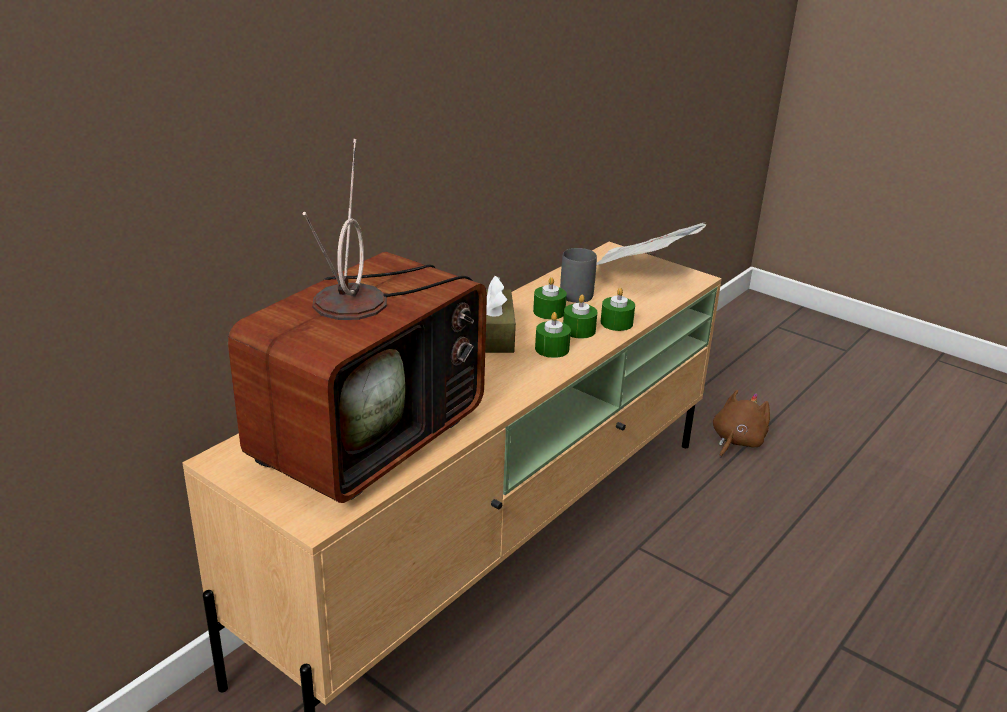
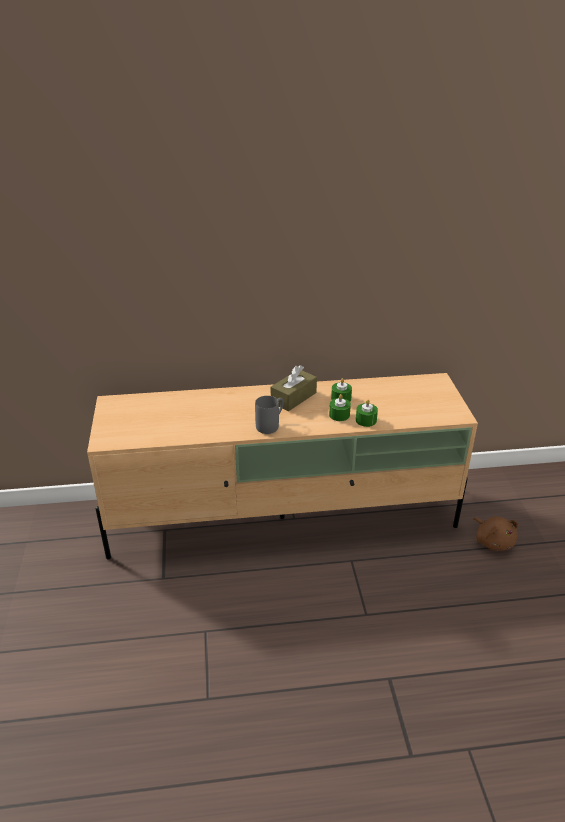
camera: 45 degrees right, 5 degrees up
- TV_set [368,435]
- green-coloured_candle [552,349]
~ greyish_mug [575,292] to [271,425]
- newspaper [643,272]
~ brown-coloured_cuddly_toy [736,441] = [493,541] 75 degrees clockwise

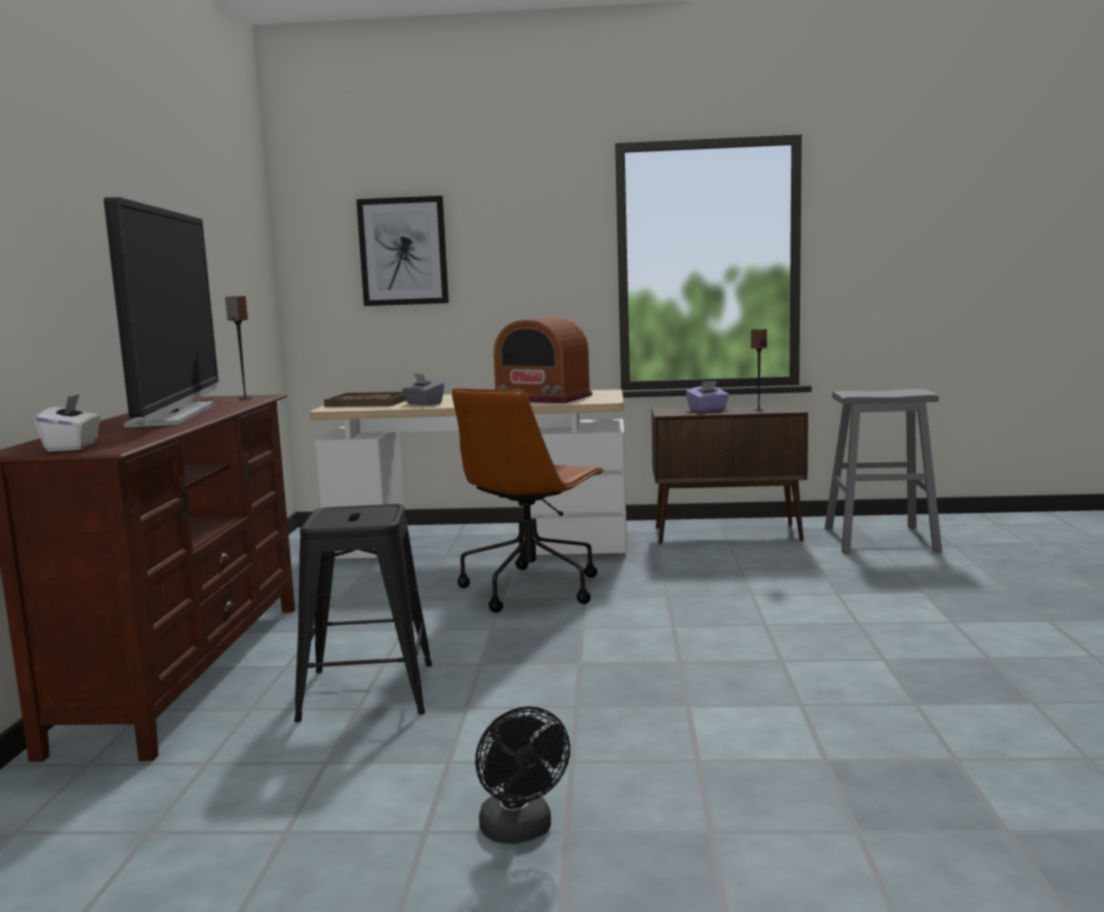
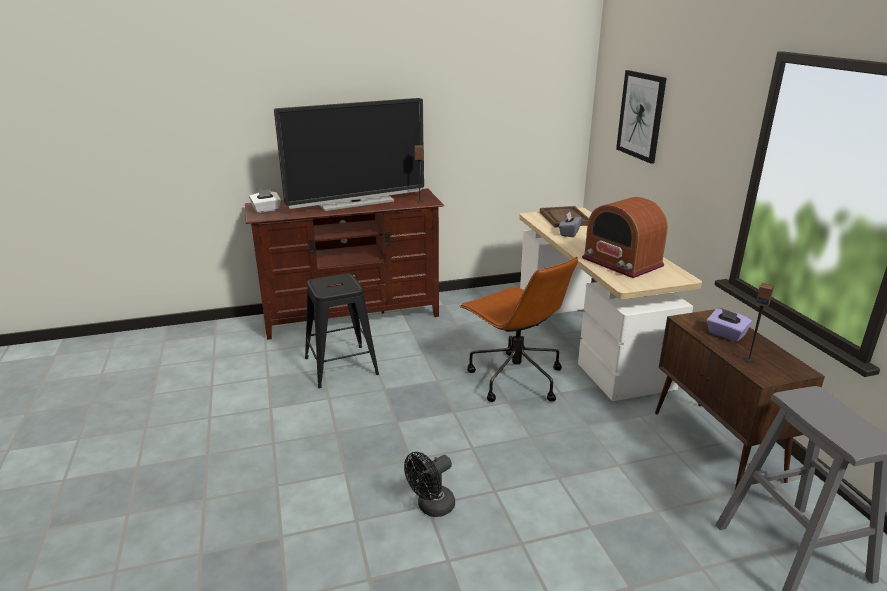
camera: 70 degrees right, 15 degrees up
~ brown-coloured_office_chair [531,588] = [514,378] 135 degrees counterclockwise
~ blackish_electric_fan [520,832] to [431,507]
~ radio_set [542,398] = [622,262] 45 degrees counterclockwise

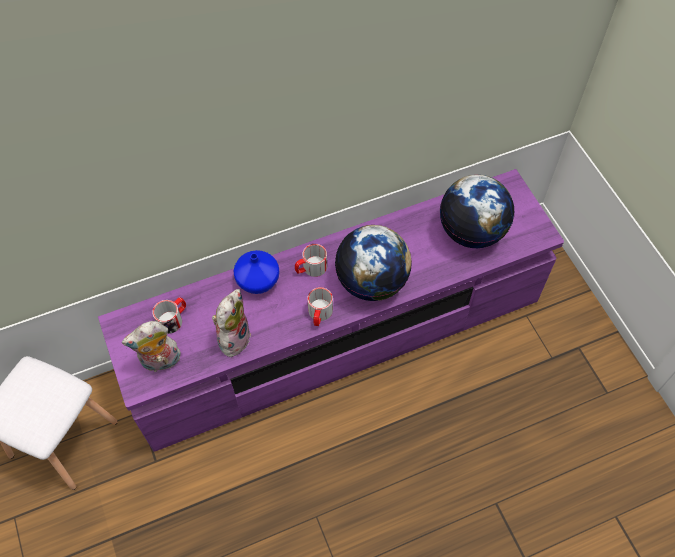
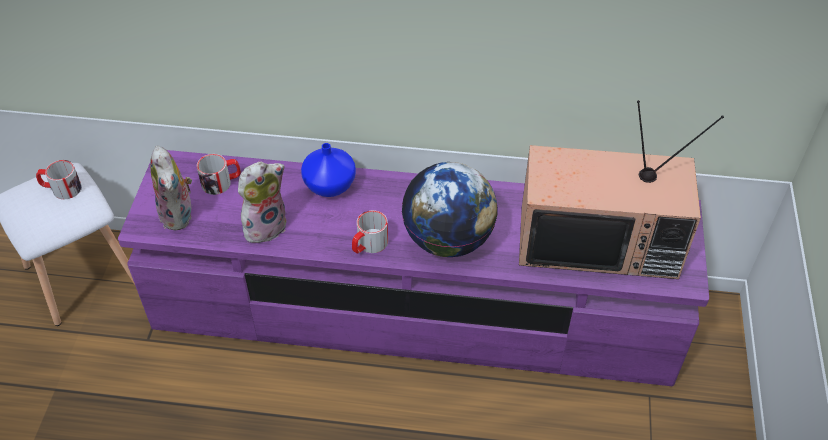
camera: 30 degrees right, 10 degrees down
~ cuddly_toy [160,362] = [179,215] 120 degrees counterclockwise
~ mug [311,268] to [61,188]
~ desk_globe [472,231] to TV_set [600,240]

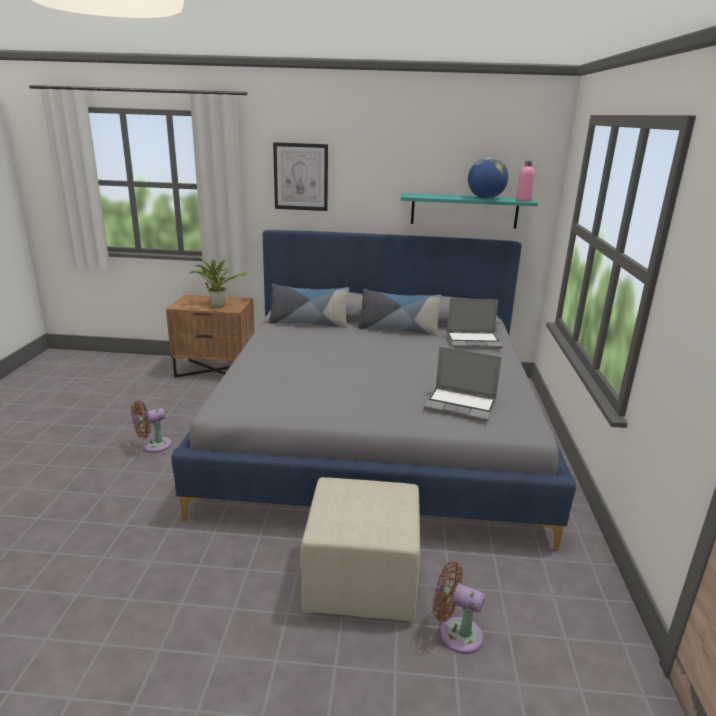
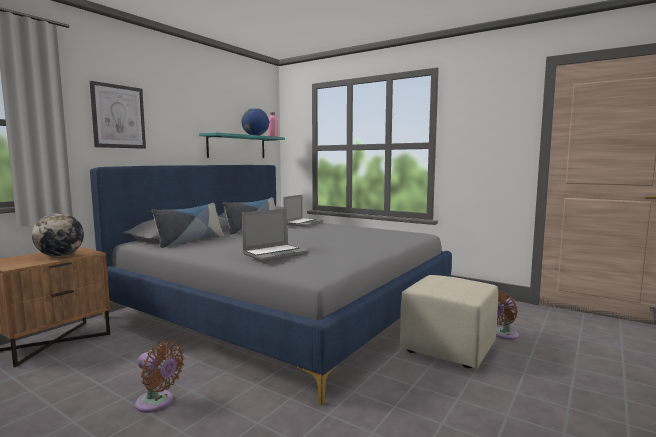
camera: 60 degrees left, 15 degrees down
~ brown-coloured_electric_fan [153,446] = [157,403] 60 degrees counterclockwise
~ houseplant [216,305] to desk_globe [60,256]
~ notebook_computer [461,405] to [275,254]

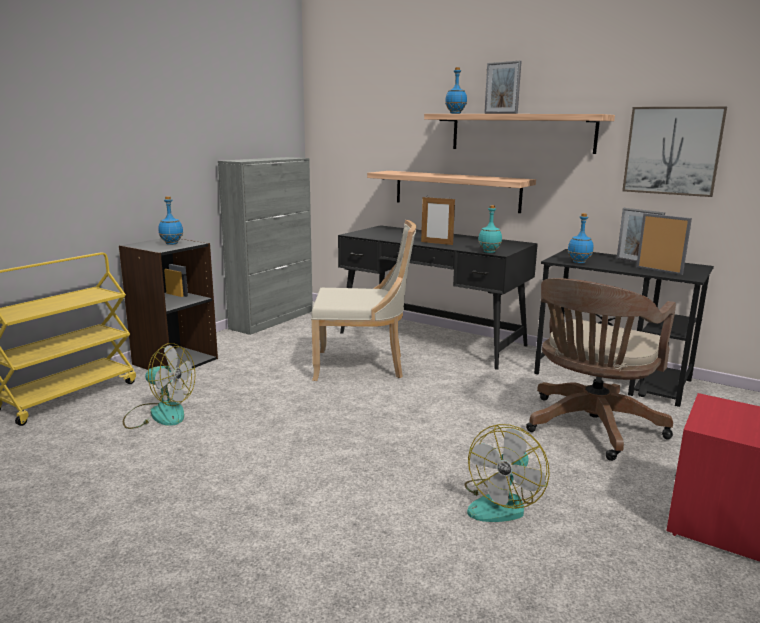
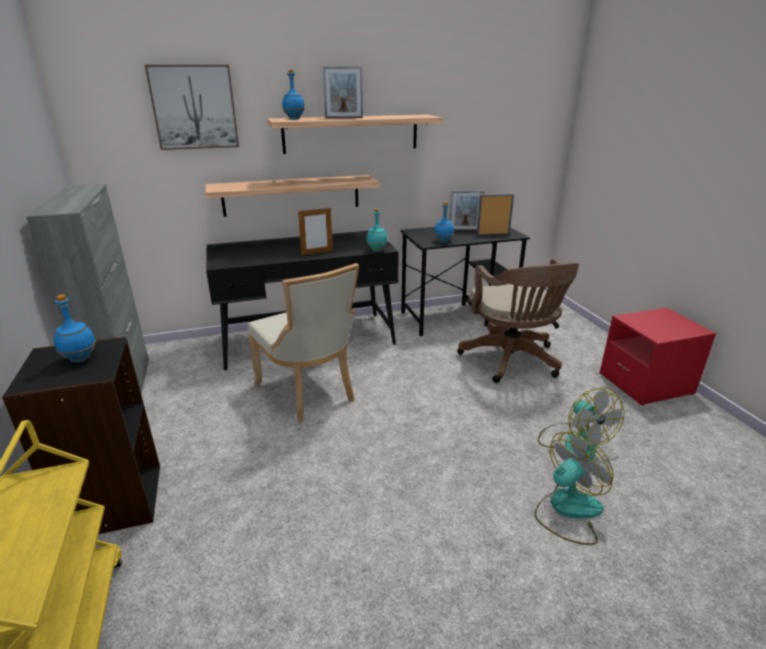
camera: 50 degrees left, 10 degrees up
~ electric_fan [159,414] to [567,510]
~ beige-coloured_plain_chair [363,366] = [309,393] 105 degrees clockwise
~ wall_art [672,151] to [194,107]

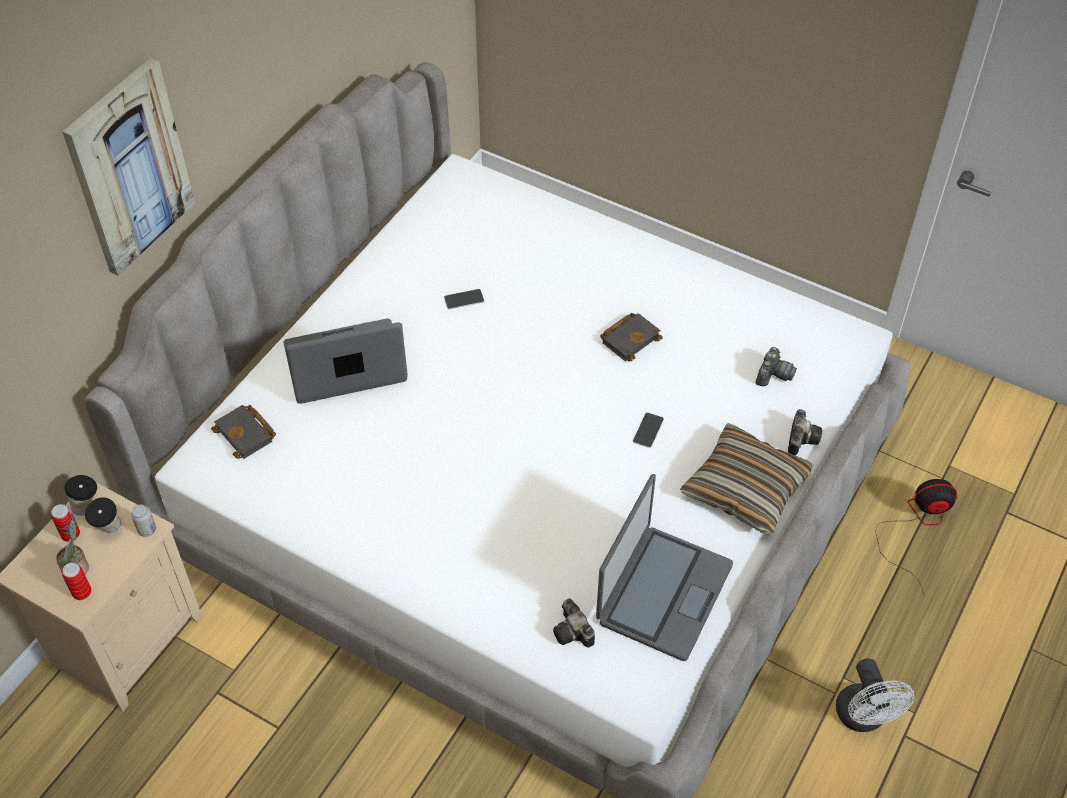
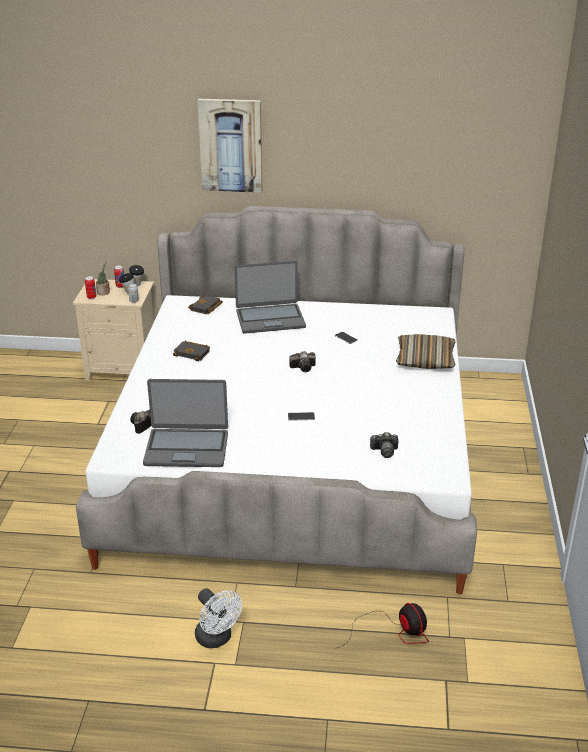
camera: 65 degrees right, 20 degrees down
~ notebook_computer [345,365] = [270,319] 120 degrees clockwise
~ blackish_book [630,338] to [193,353]
~ throw_pillow [745,488] to [425,360]
~ still_camera [801,438] to [304,367]
~ white-coloured_electric_fan [863,718] = [217,639] 90 degrees counterclockwise

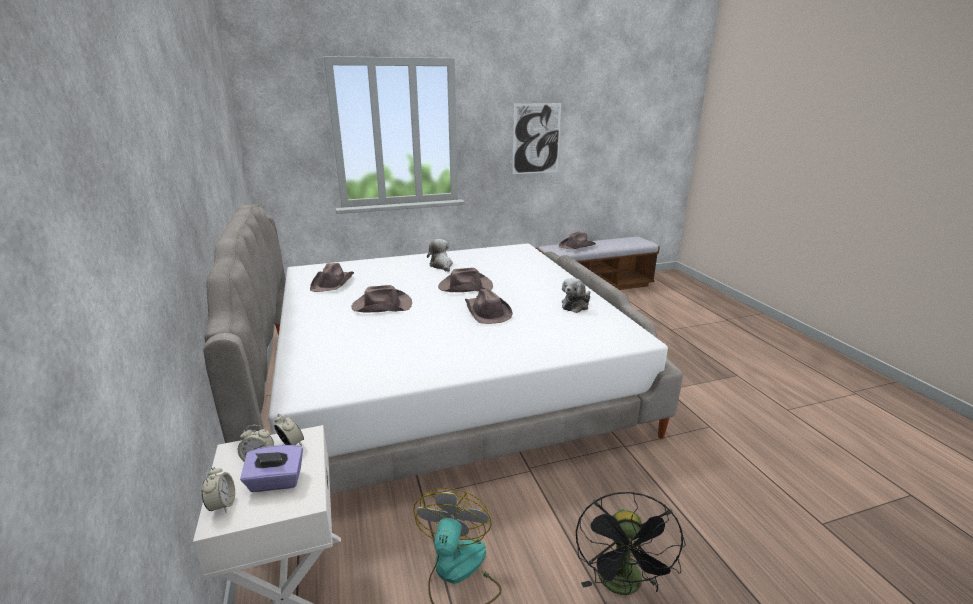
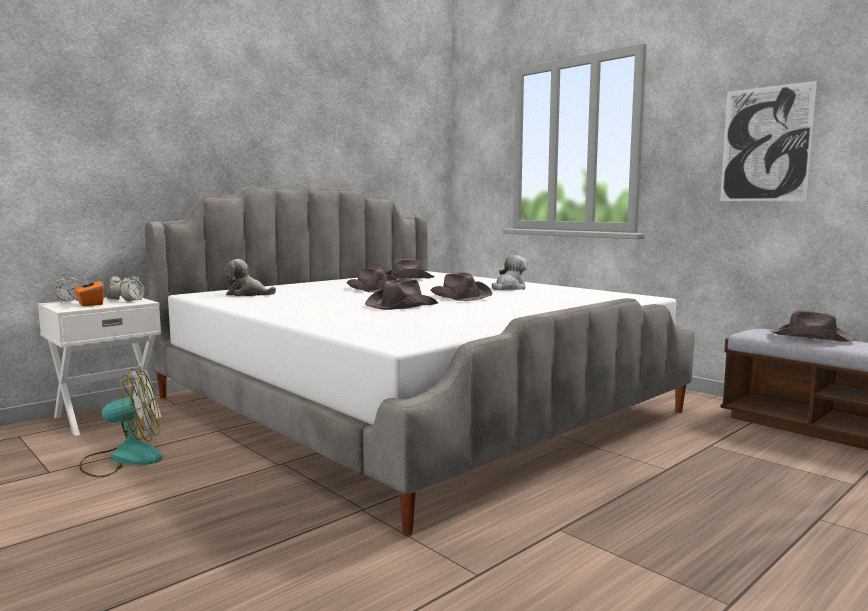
camera: 65 degrees right, 15 degrees down
~ purple-coloured_box_of_tissues [276,481] to orangey_box_of_tissues [90,304]
~ cuddly_toy [576,305] to [247,294]
- blackish_electric_fan [622,586]

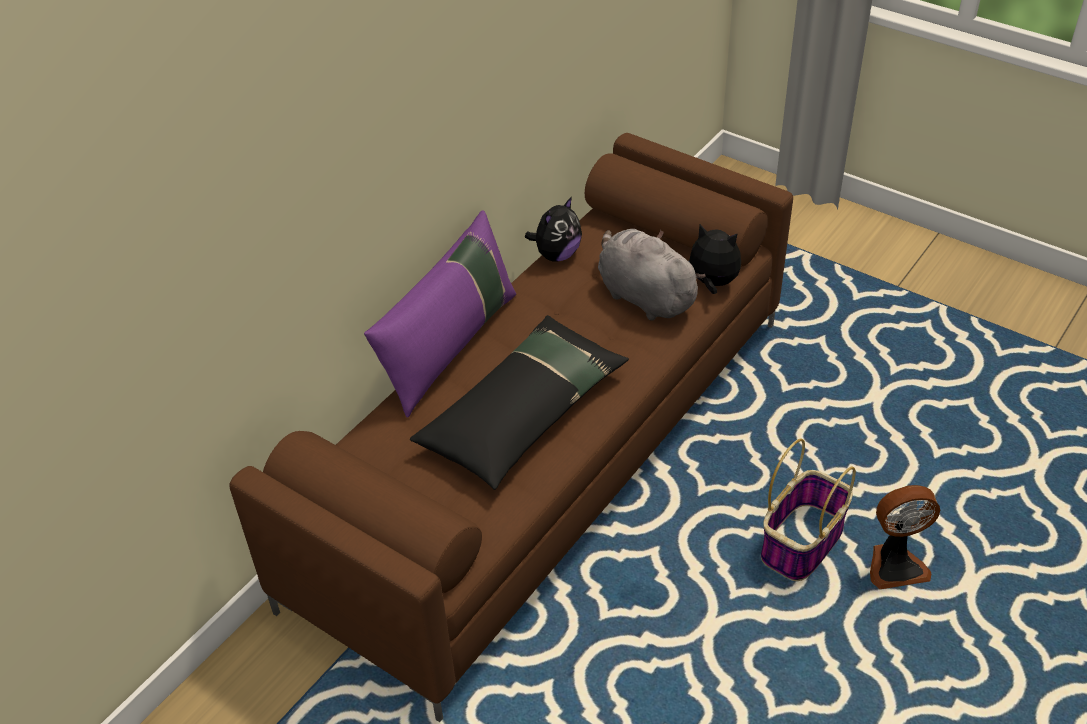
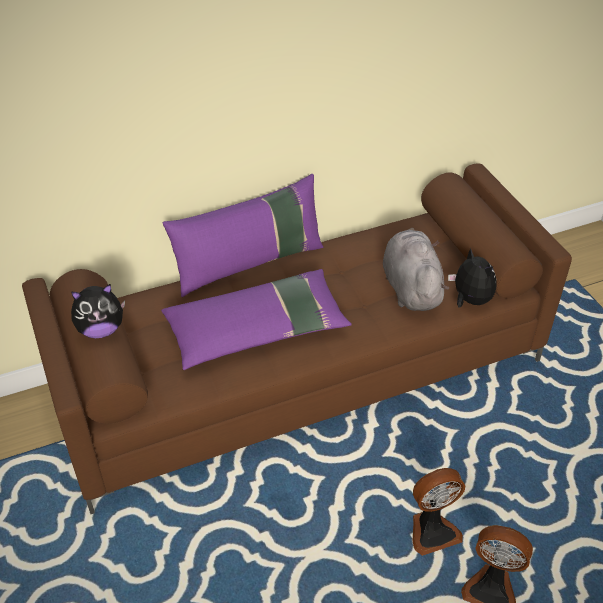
camera: 30 degrees right, 0 degrees up
~ blackish_throw_pillow [524,413] to purple-coloured_throw_pillow [257,330]
~ cuddly_toy [556,254] to [101,330]
~ storage_basket [802,542] to electric_fan [432,531]

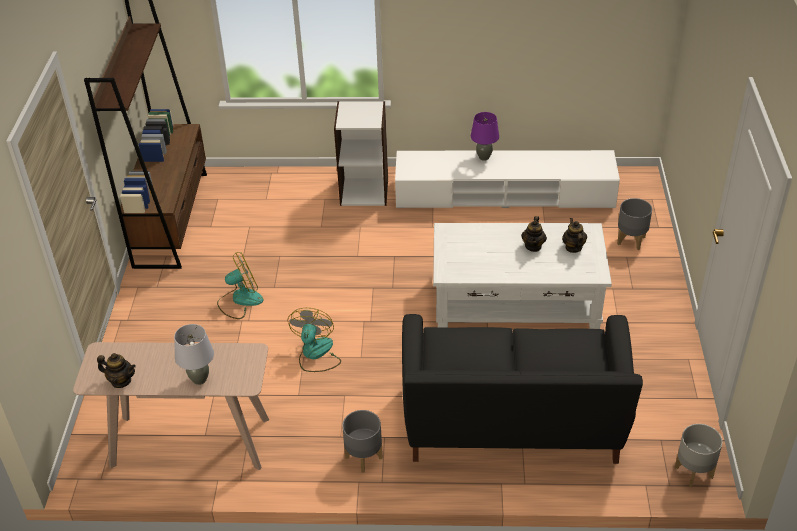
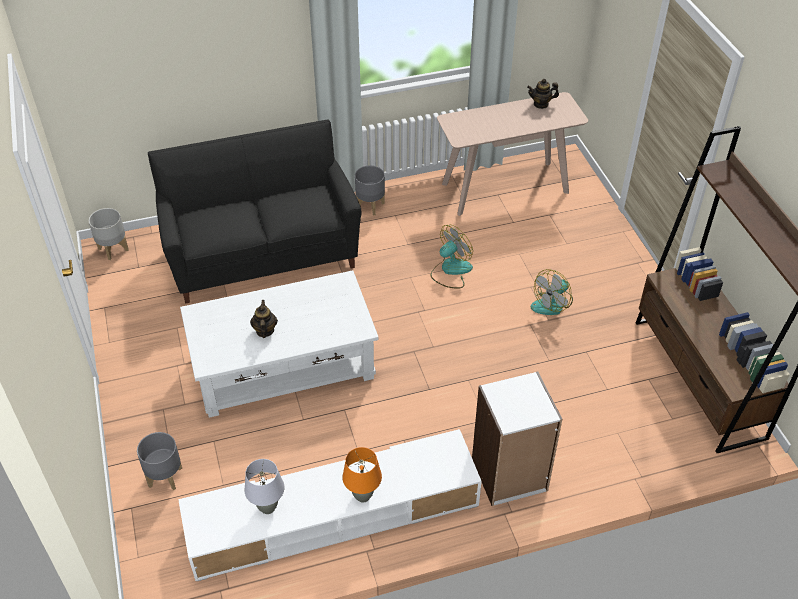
camera: 160 degrees right, 5 degrees up
~ greyish_tabletop_lamp [199,379] to [268,508]
~ electric_fan [316,354] = [450,271] 120 degrees counterclockwise
~ purple-coloured_tabletop_lamp [484,157] to orangey_tabletop_lamp [363,496]
- teapot [573,247]

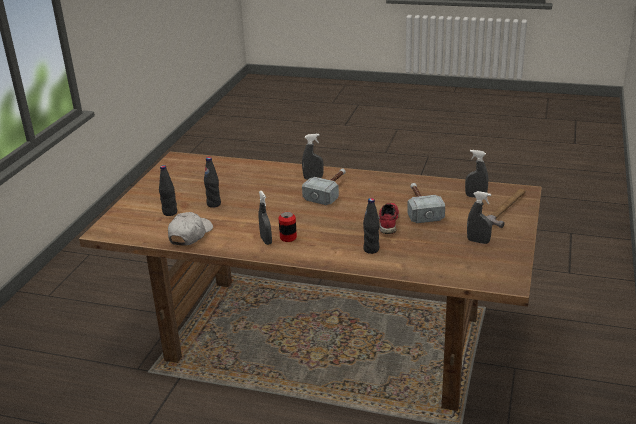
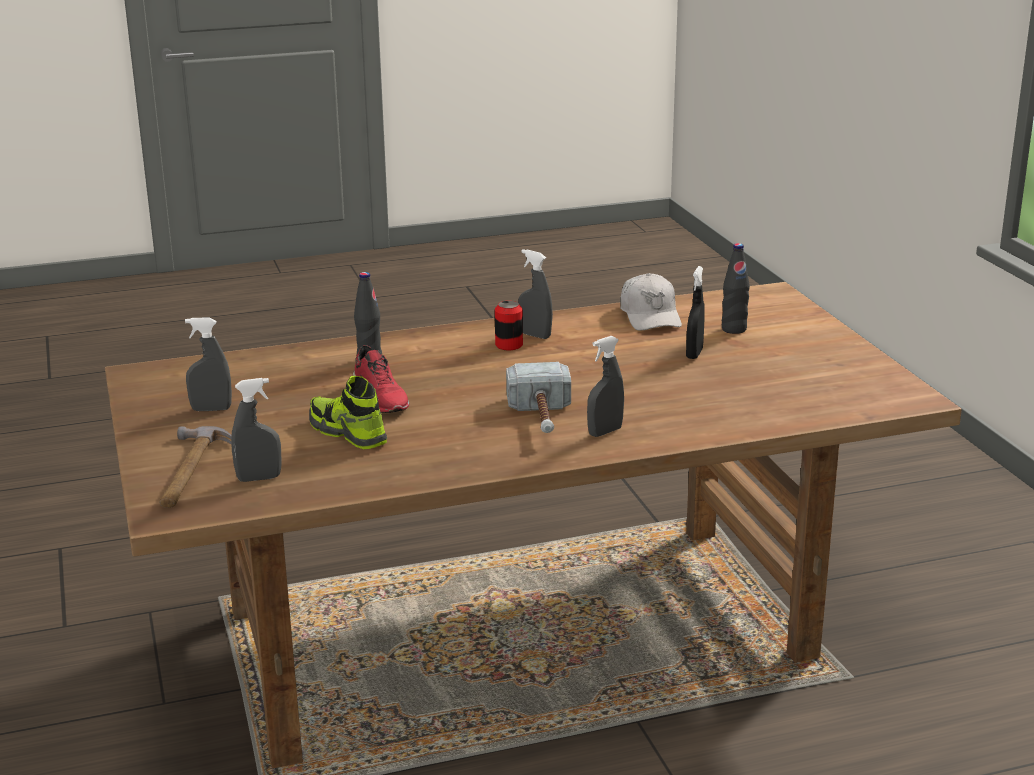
camera: 145 degrees right, 5 degrees down
~ blackish_beverage_bottle [214,204] to blackish_hand_sprayer [694,354]
~ hand_hammer [420,208] to item_of_footwear [347,433]

